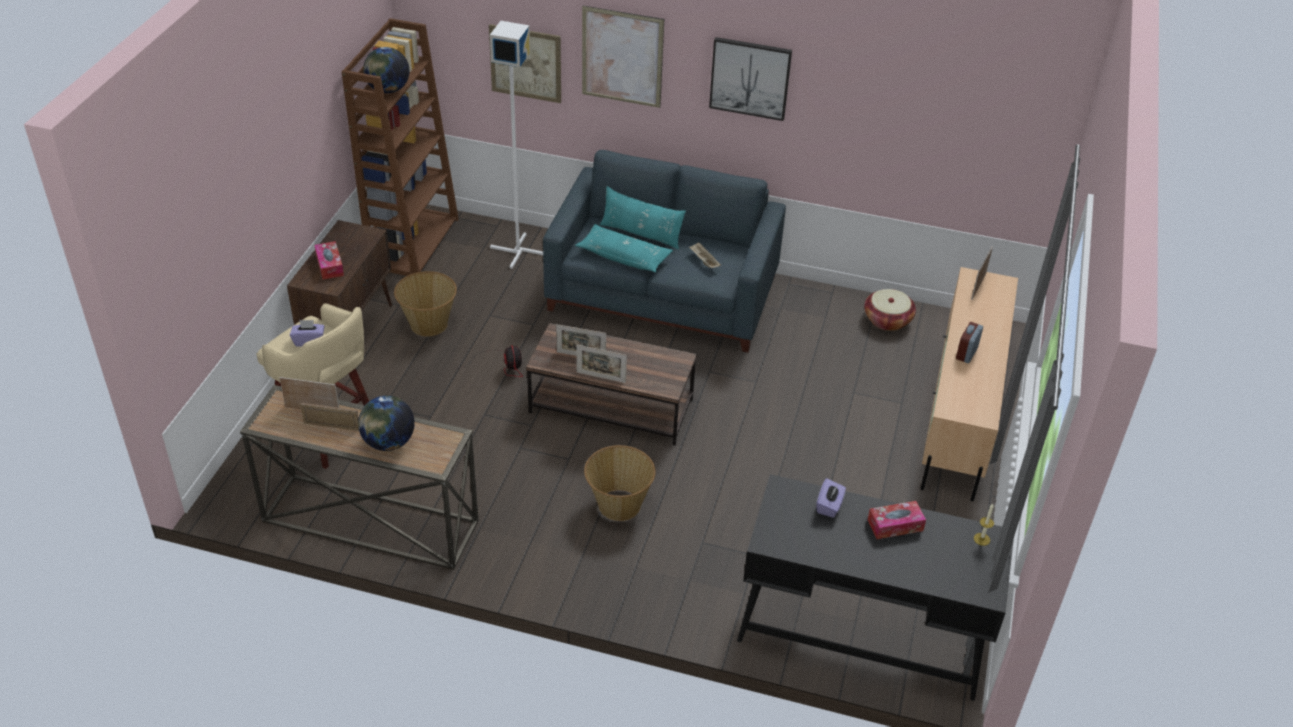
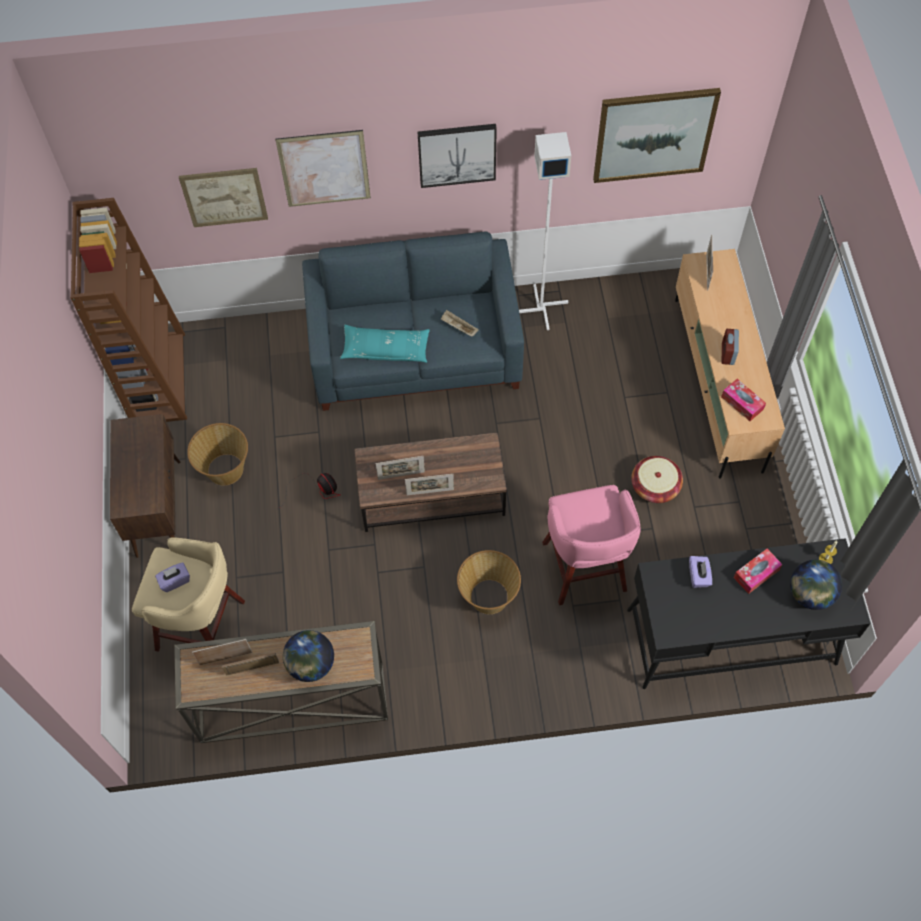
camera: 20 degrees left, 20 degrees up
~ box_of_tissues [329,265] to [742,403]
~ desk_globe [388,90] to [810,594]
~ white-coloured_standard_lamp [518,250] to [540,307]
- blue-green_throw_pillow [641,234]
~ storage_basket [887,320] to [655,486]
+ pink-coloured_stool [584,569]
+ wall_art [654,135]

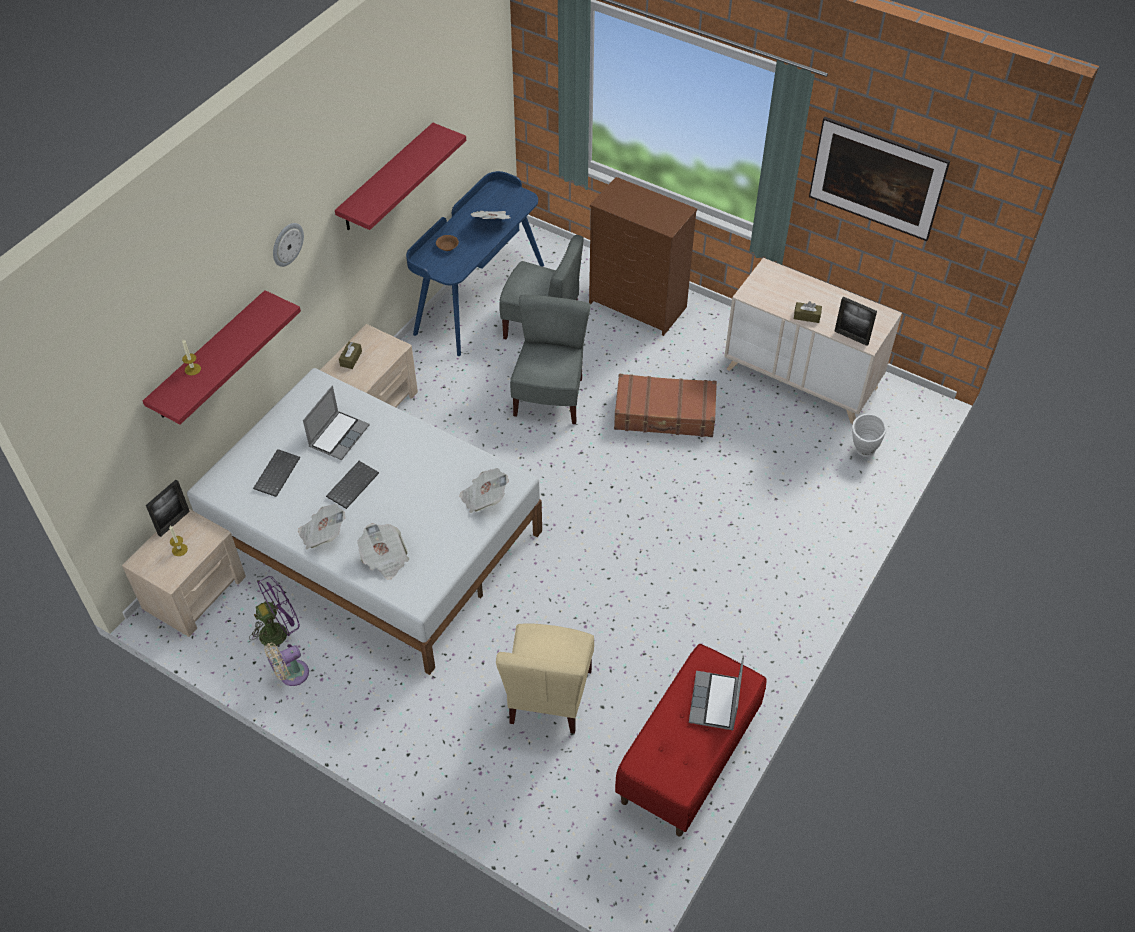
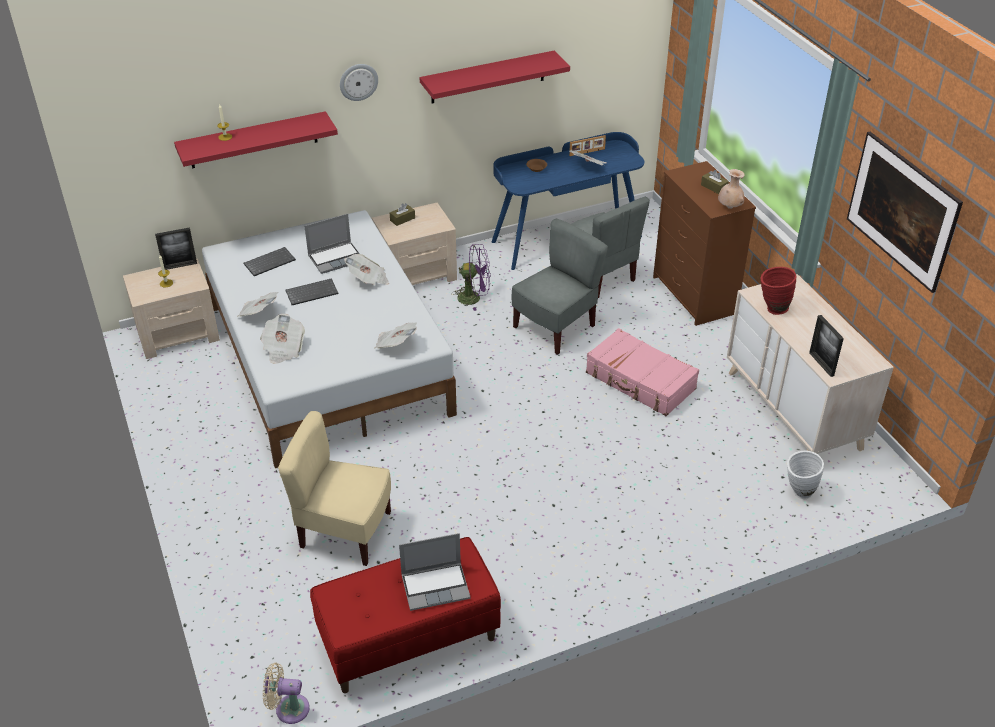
camera: 35 degrees right, 10 degrees down
~ purple-coloured_electric_fan [279,631] to [474,298]
~ beige-coloured_electric_fan [291,674] to [288,708]
~ beige-coloured_plain_chair [548,697] = [344,531] 60 degrees clockwise
~ brown-coloured_suitcase [665,414] to pink-coloured_suitcase [640,381]
~ notebook_computer [715,702] = [436,586] 150 degrees counterclockwise
~ brown-coloured_box_of_tissues [806,316] to [714,187]
+ newspaper [368,279]
+ standing_frame [587,152]
+ beige-coloured_decorative_vase [729,207]
+ reddish_decorative_vase [772,309]

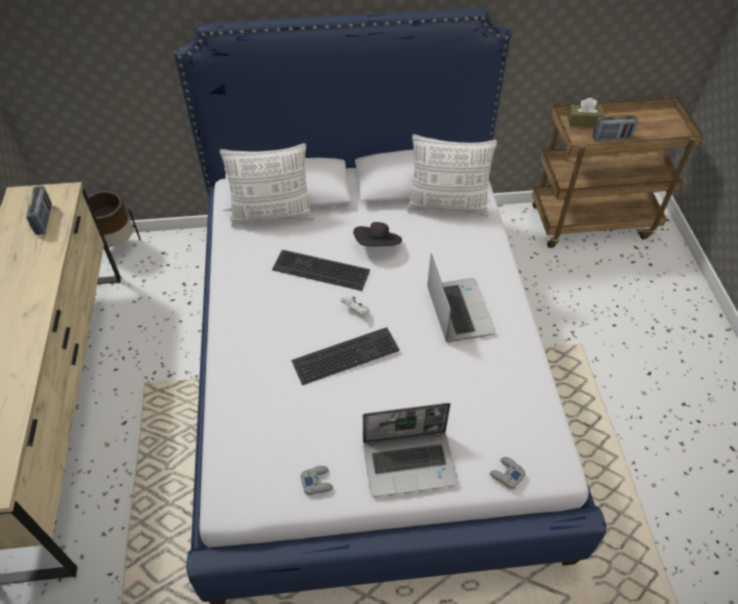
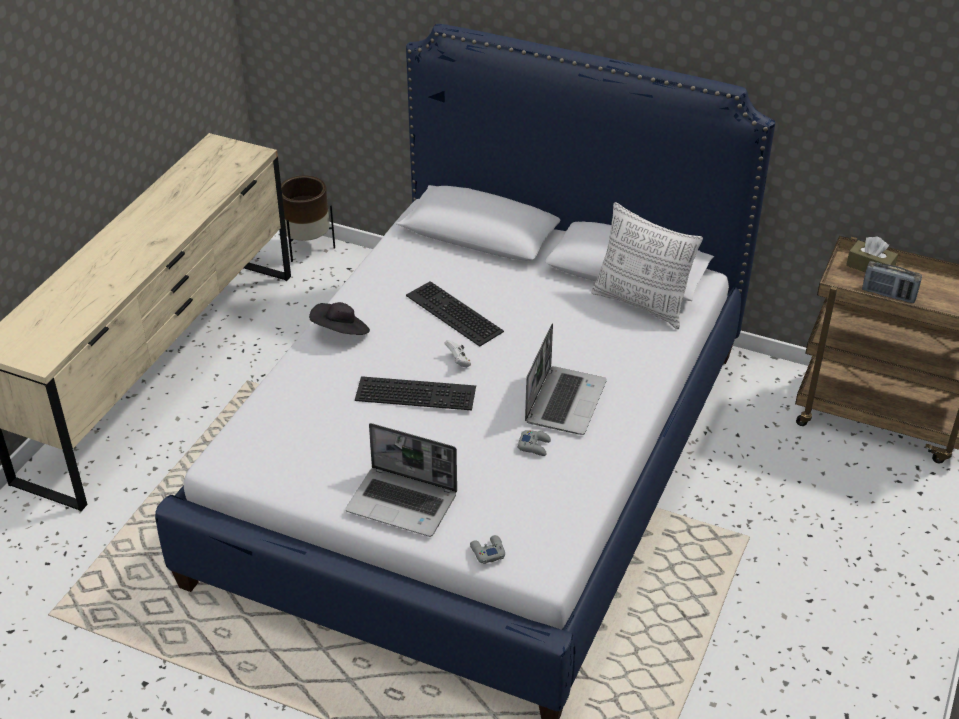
camera: 30 degrees right, 10 degrees down
- radio_set [44,219]
- throw_pillow [272,215]
~ greyish_gamepad [317,482] to [534,446]
~ blackish_clothing_hat [377,245] to [341,332]

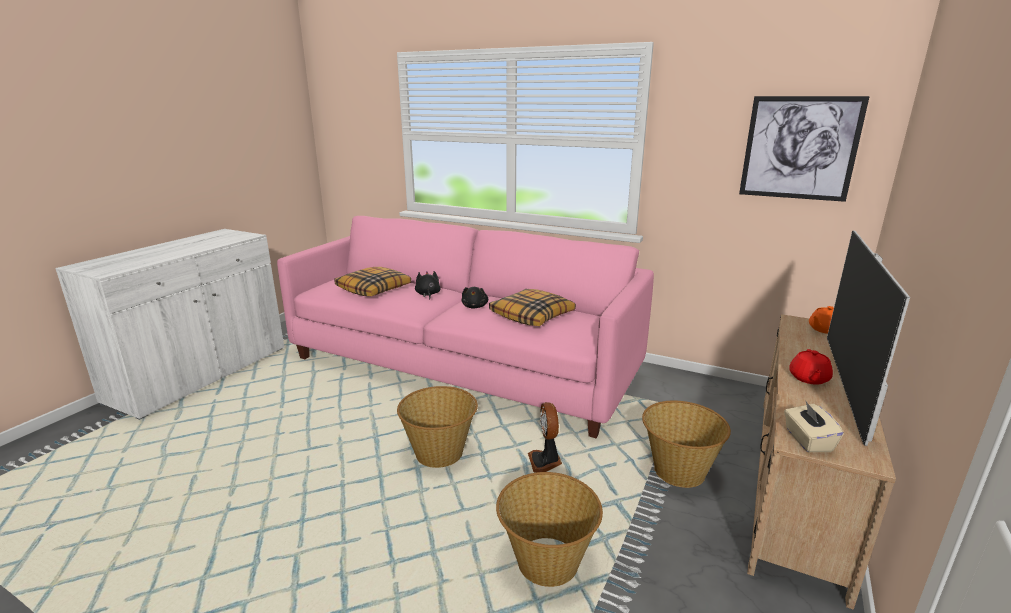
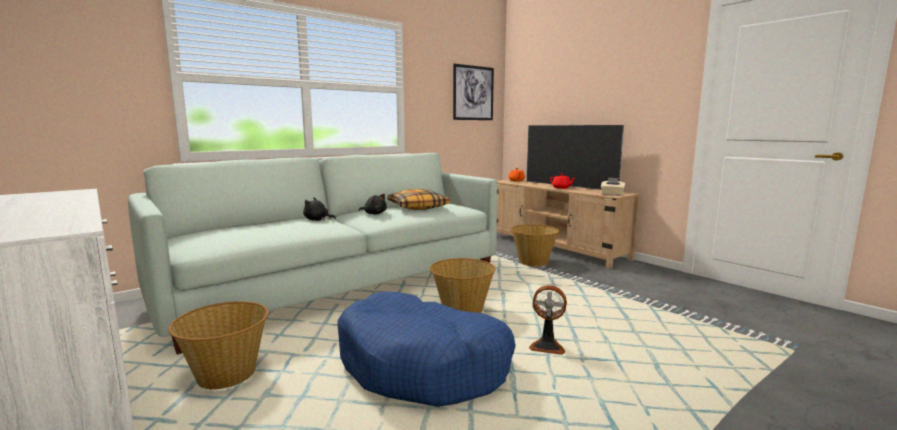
camera: 65 degrees left, 10 degrees down
~ pink-coloured_settee [462,366] to white-coloured_settee [340,285]
- throw_pillow [374,289]
~ storage_basket [546,563] to [226,376]
~ electric_fan [545,461] to [547,346]
+ blue_dog_bed [424,365]

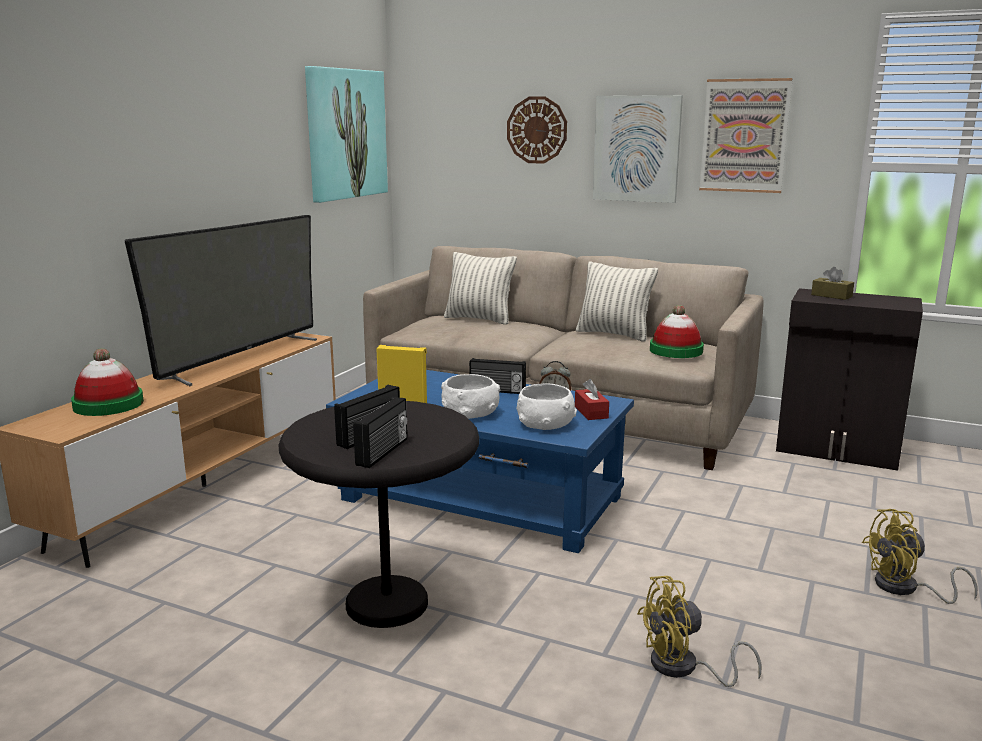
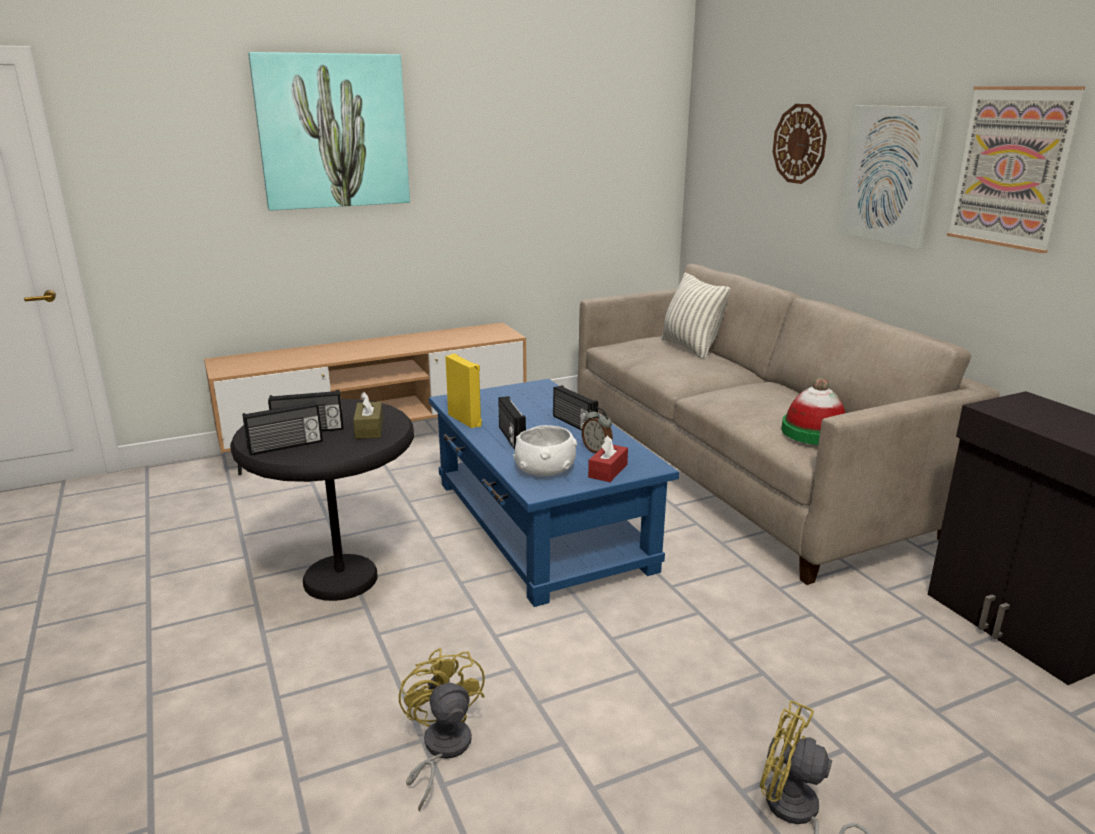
camera: 40 degrees right, 5 degrees up
- clothing_hat [108,404]
- TV_set [241,358]
~ wall_art [345,134] to [333,132]
~ white-coloured_serving_bowl [471,412] to radio_set [510,437]
- throw_pillow [614,334]
~ yellow-coloured_electric_fan [683,668] = [441,749] 45 degrees clockwise
~ brown-coloured_box_of_tissues [831,296] to [369,429]

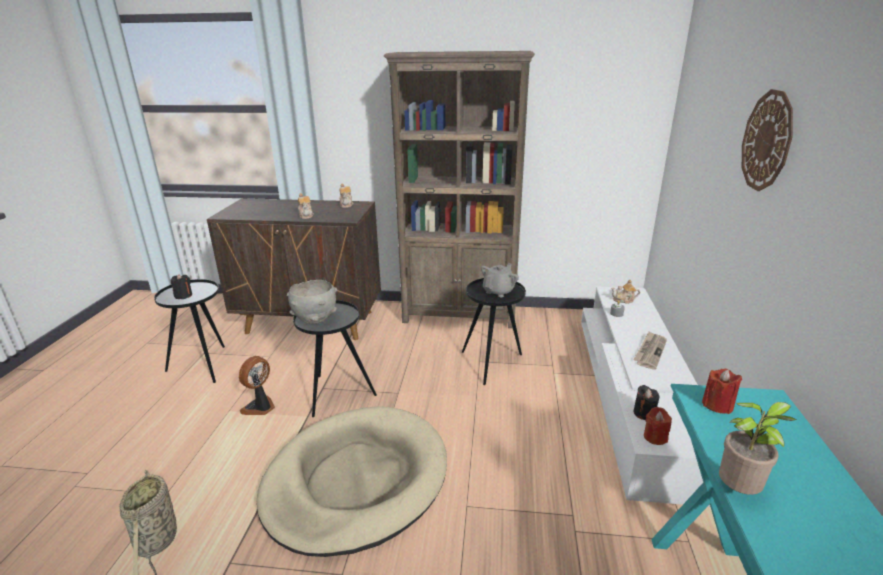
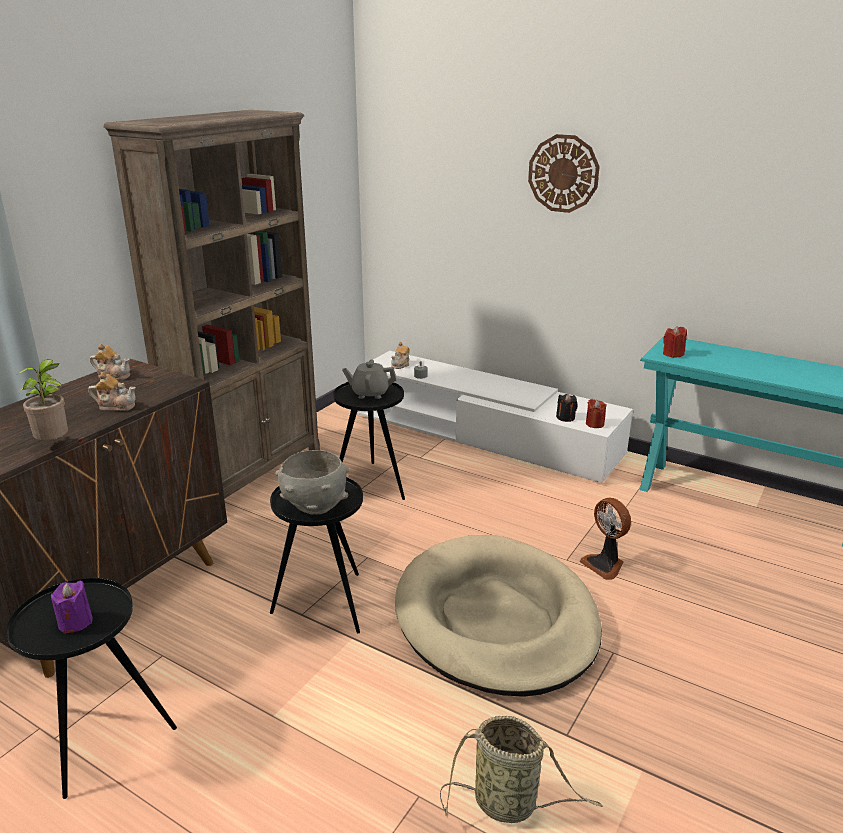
camera: 65 degrees left, 0 degrees up
~ blackish_candle [183,296] to purple-coloured_candle [75,622]
~ electric_fan [260,407] to [604,564]
~ greyish_teapot [498,291] = [370,393] 60 degrees counterclockwise
- newspaper [650,351]
~ houseplant [739,491] to [55,444]

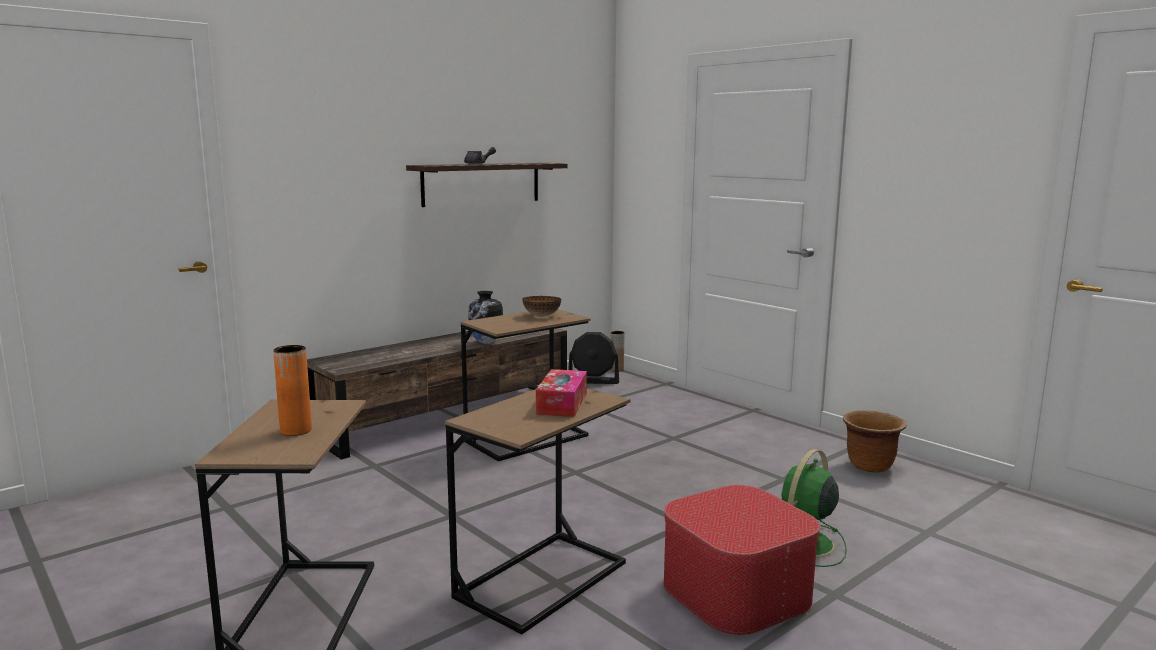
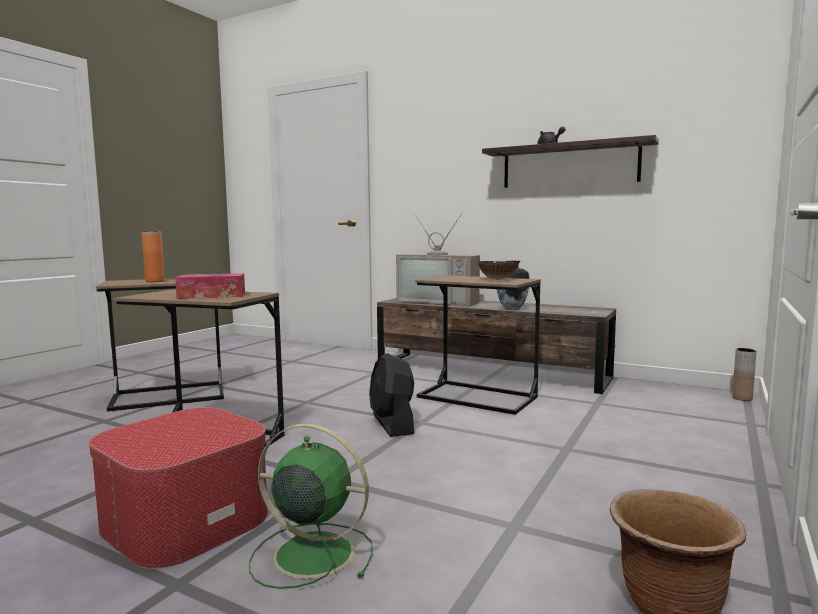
camera: 70 degrees right, 5 degrees down
~ blackish_electric_fan [593,381] to [392,424]
+ TV_set [440,302]

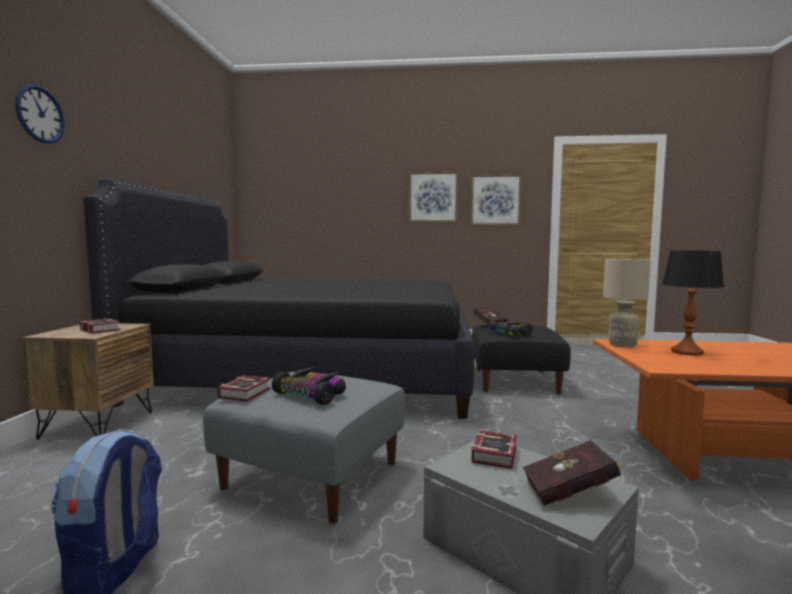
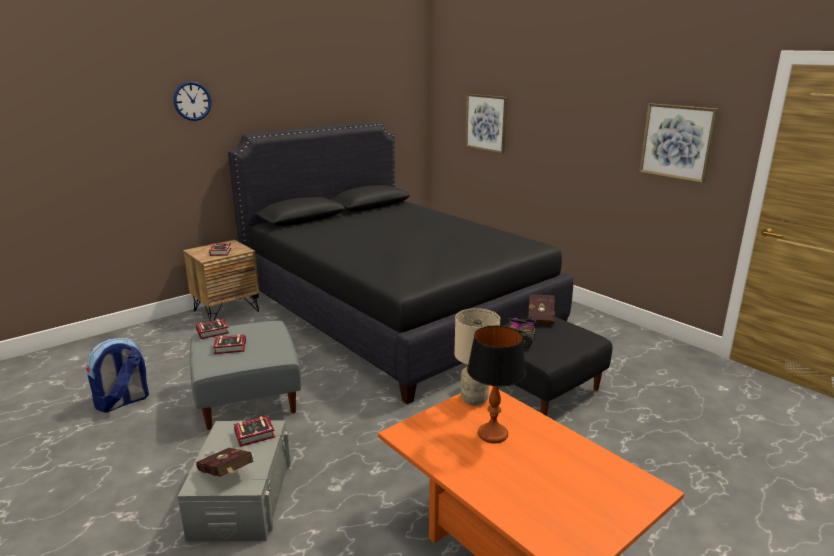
camera: 45 degrees right, 15 degrees up
~ miniature_car [311,395] to book [231,348]
~ wall_art [433,197] to [486,123]

